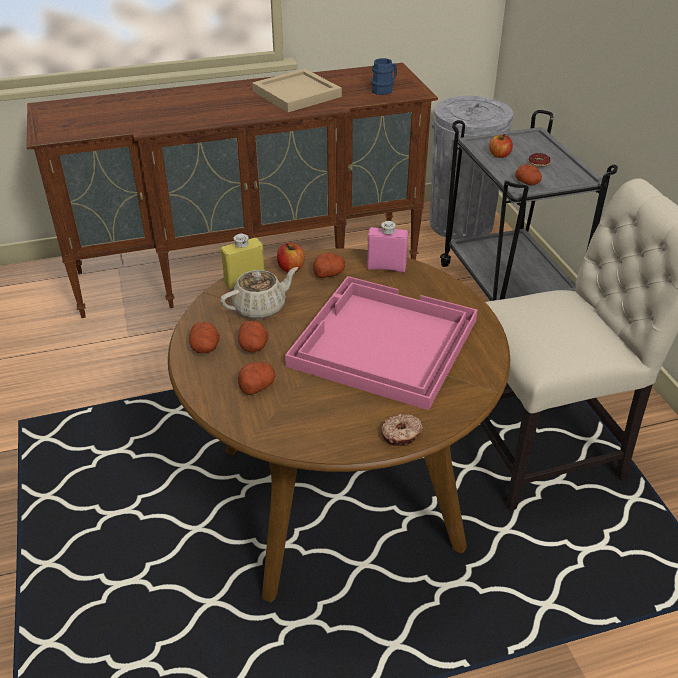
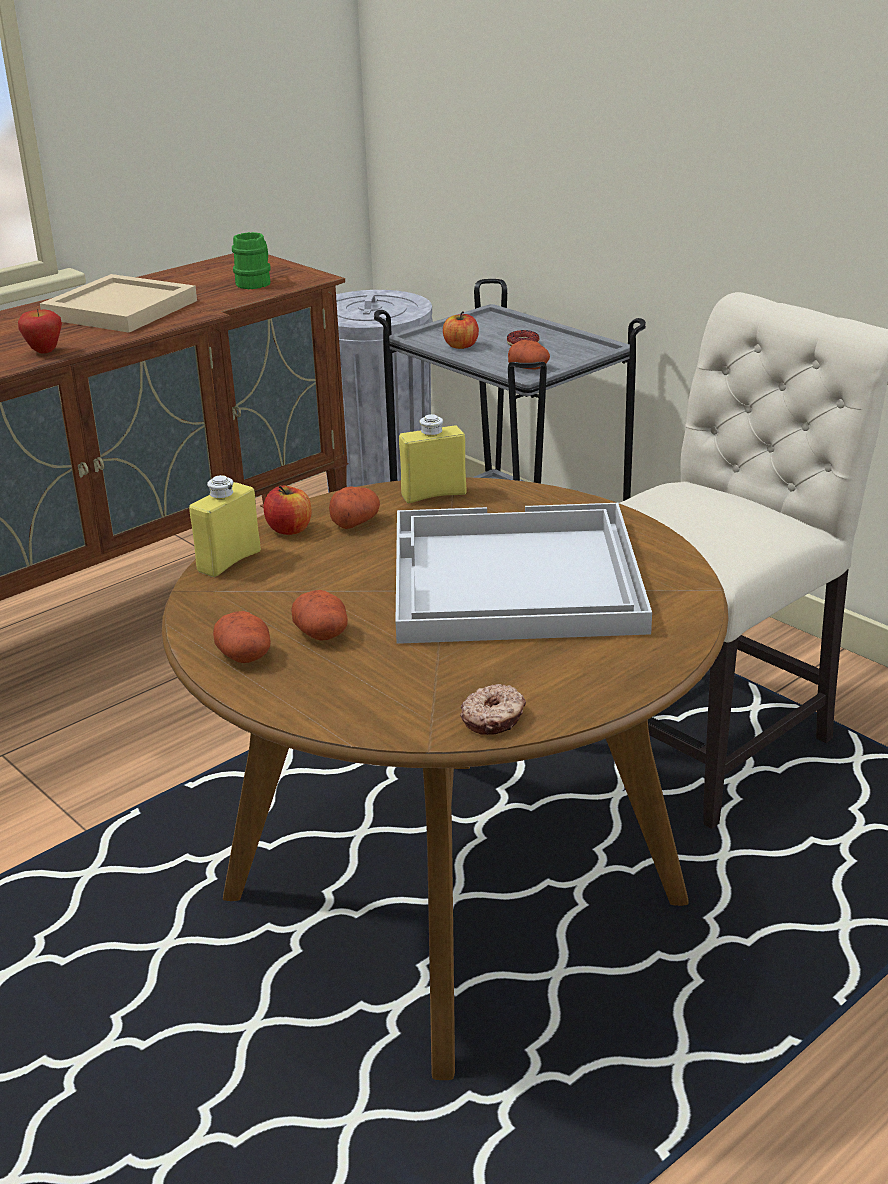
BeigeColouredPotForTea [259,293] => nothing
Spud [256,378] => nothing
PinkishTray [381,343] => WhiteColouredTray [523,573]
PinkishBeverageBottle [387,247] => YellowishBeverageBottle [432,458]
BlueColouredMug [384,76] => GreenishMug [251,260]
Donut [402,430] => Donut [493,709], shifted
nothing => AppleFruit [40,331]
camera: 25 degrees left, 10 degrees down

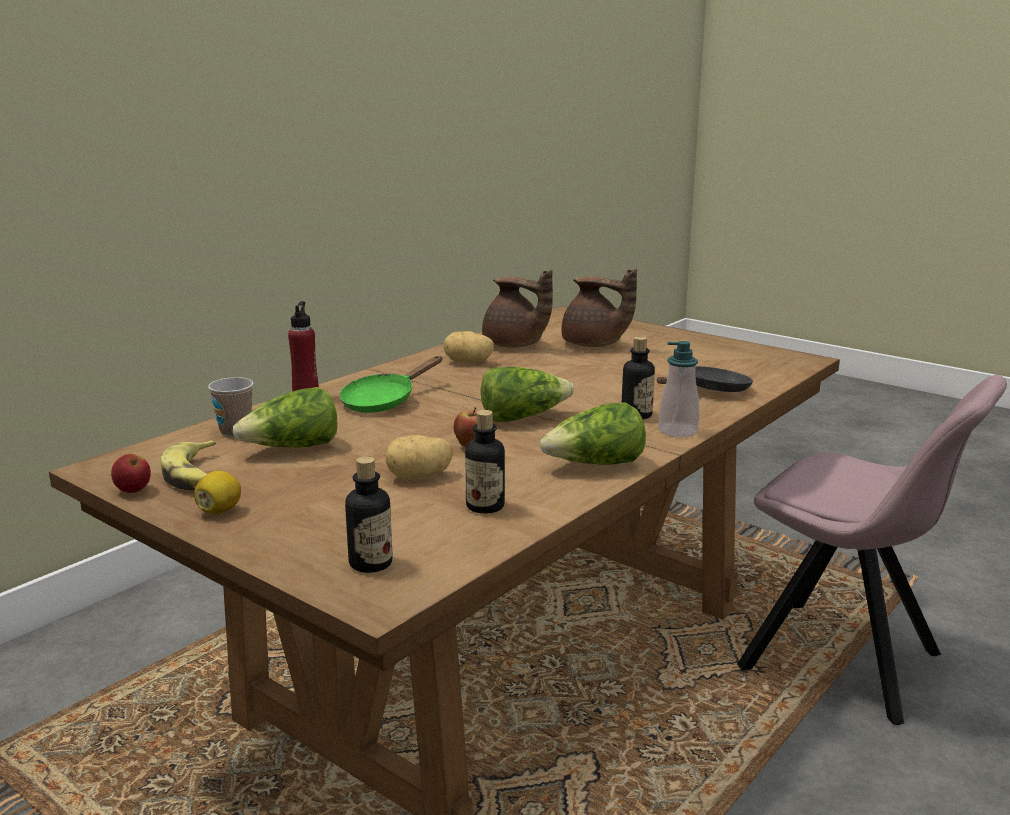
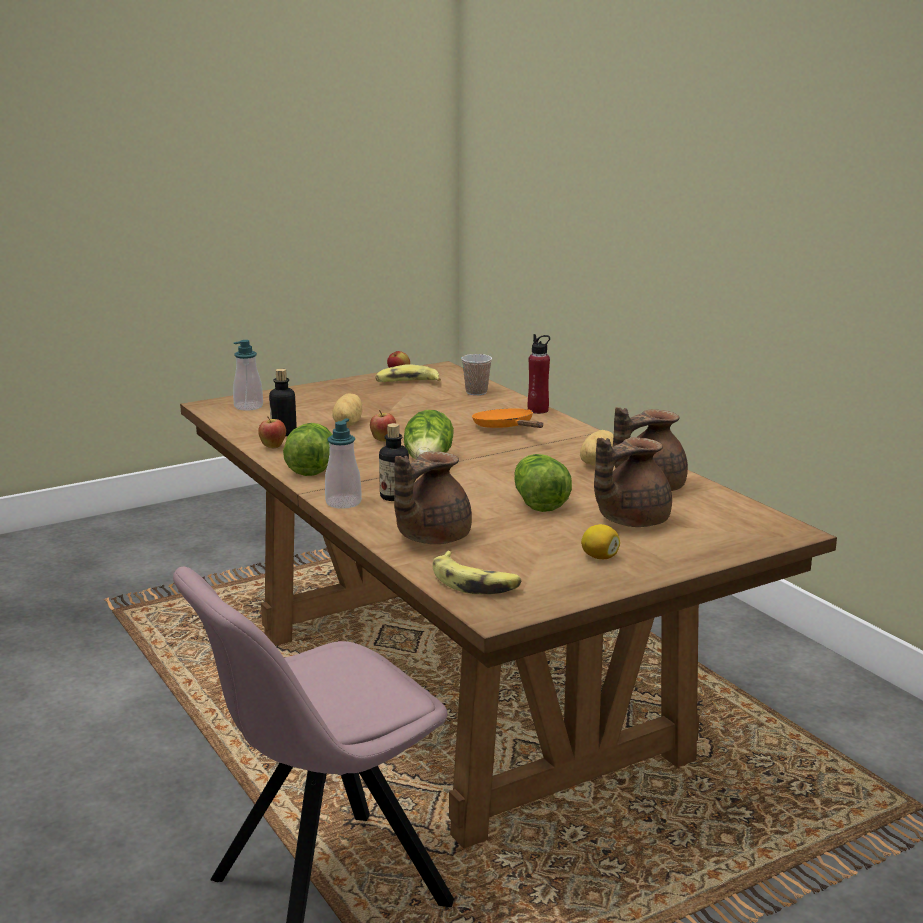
Lemon [217,492] => Lemon [600,541], shifted
Lettuce [285,417] => Lettuce [543,483], shifted
GreenishPan [391,384] => OrangeyPan [507,418]
BeverageBottle [368,514] => LiquidSoapBottle [248,375]
BlackPan [705,379] => BrownPotForTea [433,497]
nothing => AppleFruit [272,432]
nothing => WholeBanana [477,572]
camera: 110 degrees right, 0 degrees up

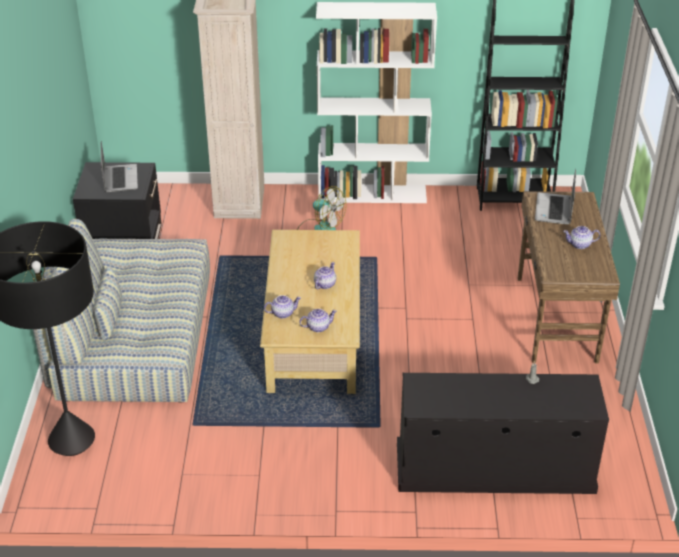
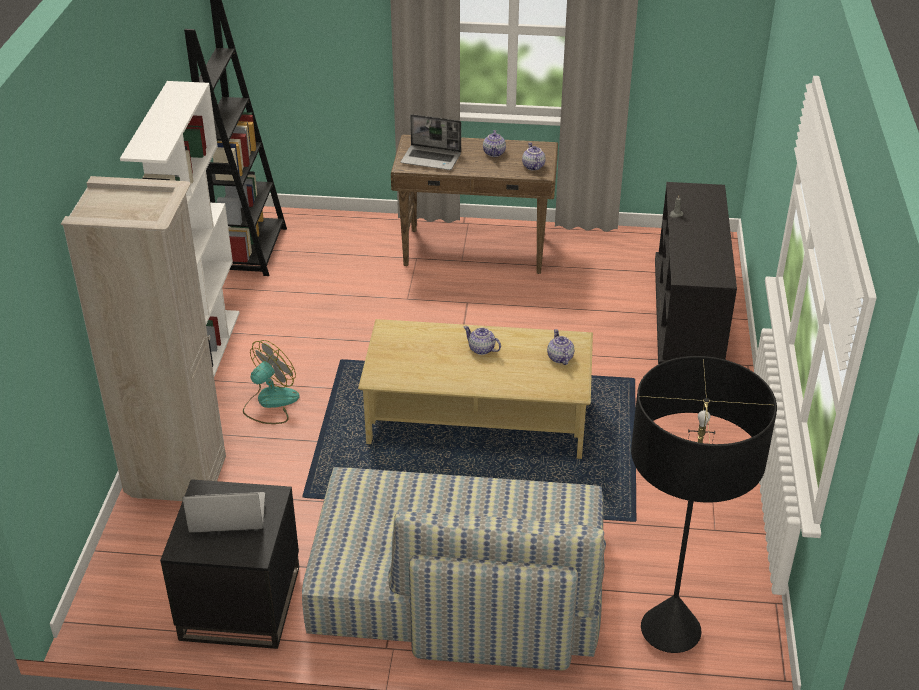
PotForTea [282,307] => PotForTea [534,157], shifted
camera: 85 degrees left, 0 degrees up

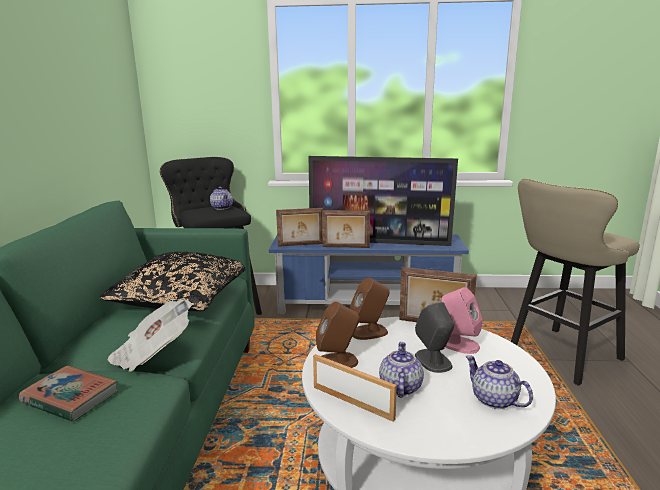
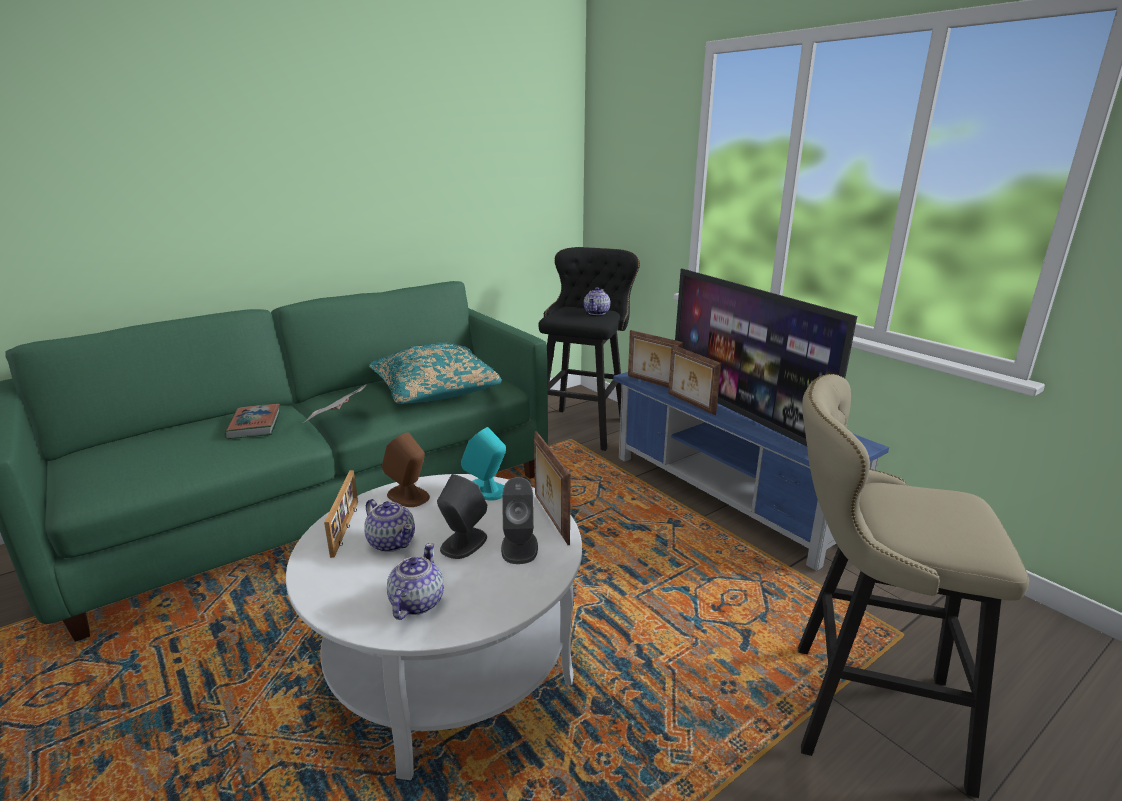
BlackCushion [172,281] => TurquoiseCushion [435,373]
BrownAudioSpeaker [370,309] => TurquoiseAudioSpeaker [483,464]
PotForTea [401,370] => PotForTea [389,525], 75 degrees clockwise
PinkishAudioSpeaker [461,320] => GreyishAudioSpeaker [519,520]
camera: 50 degrees right, 5 degrees up

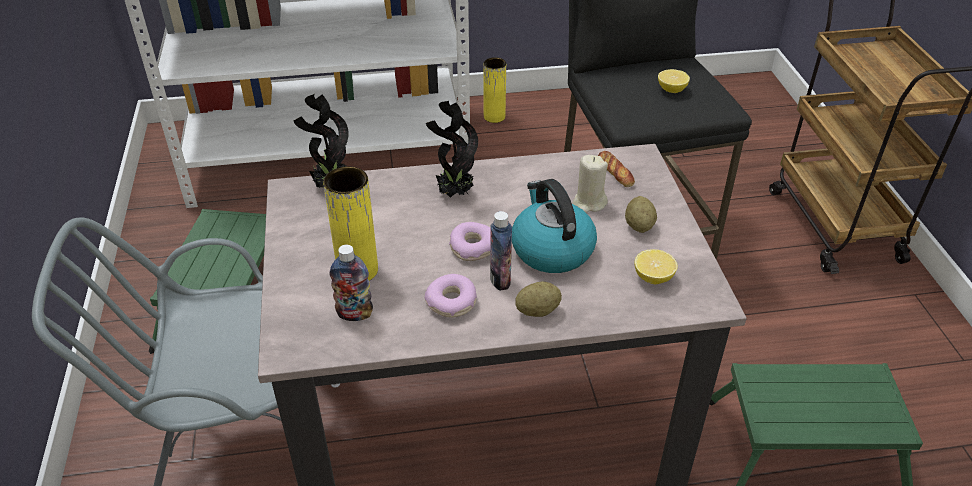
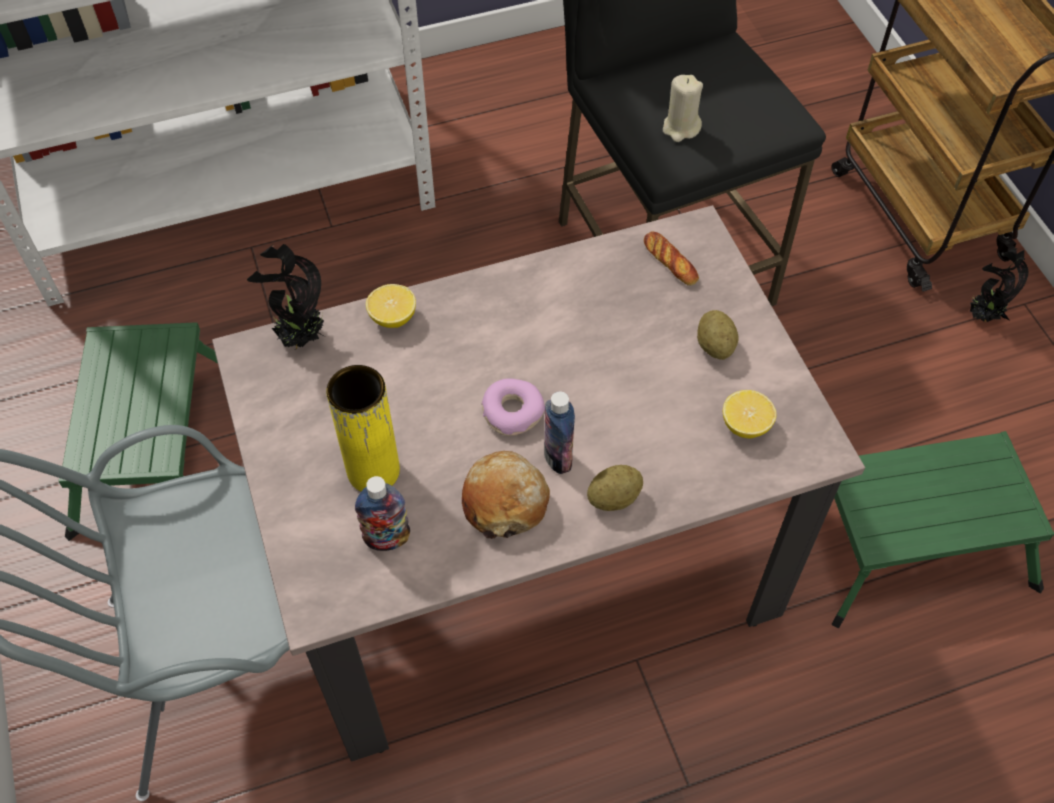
Donut [450,295] => BakedBread [506,495]
Houseplant [452,149] => Houseplant [999,285], shifted
YellowishDecorativeVase [494,90] => nothing
Kettle [554,226] => nothing
BeigeColouredWaxLight [590,184] => BeigeColouredWaxLight [683,108], shifted
Lemon [674,81] => Lemon [391,306], shifted
camera: 10 degrees left, 15 degrees up

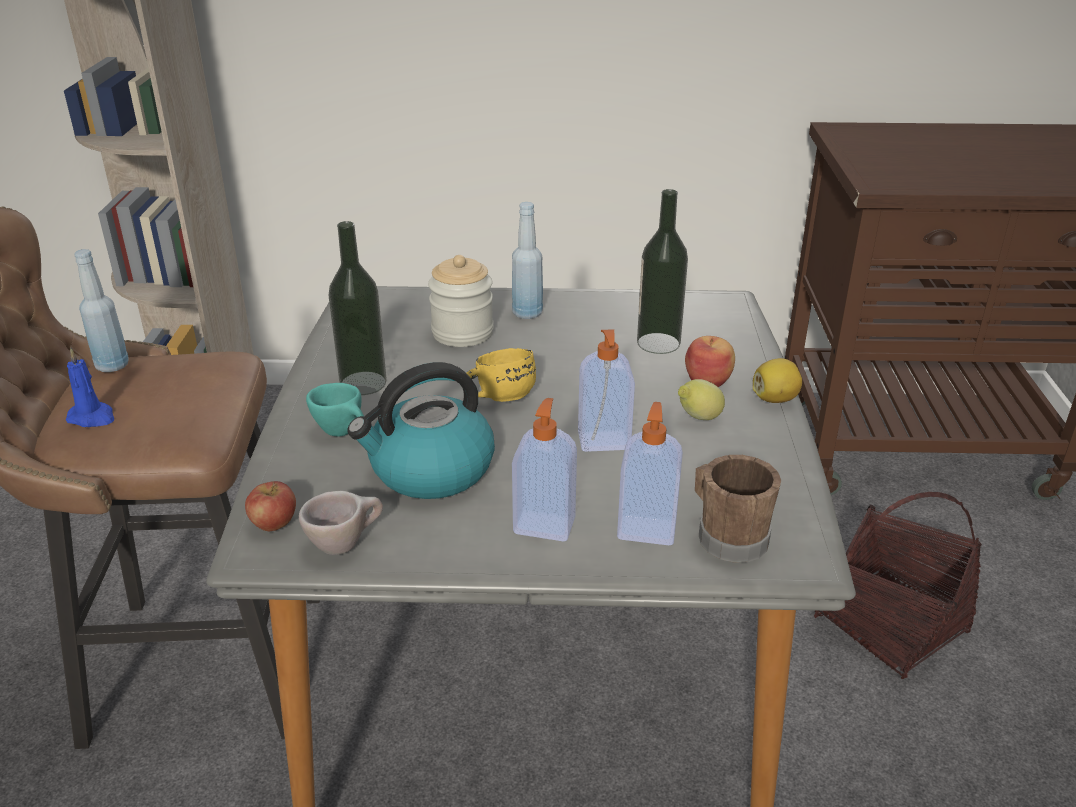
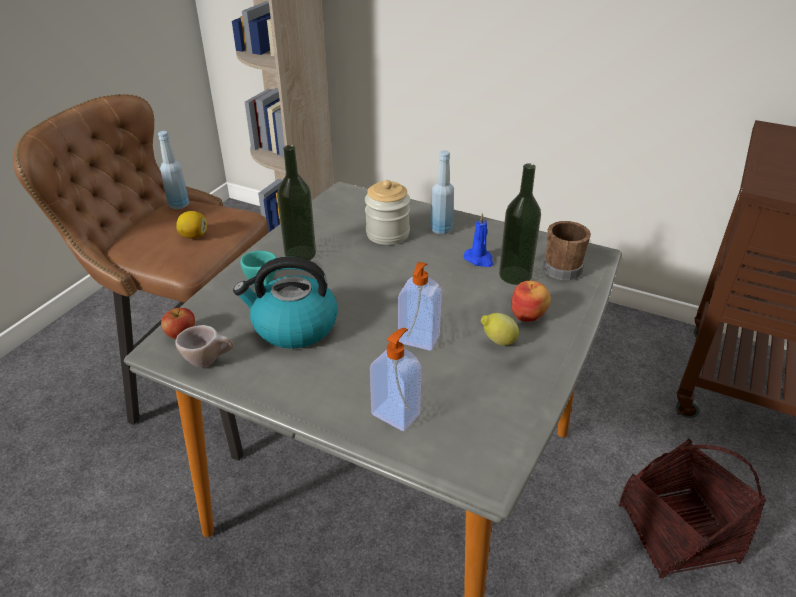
BlueColouredWaxLight [90,387] => BlueColouredWaxLight [478,240], shifted
YellowishMug [501,375] => nothing
LiquidSoapBottle [544,469] => nothing
BrownMug [738,508] => BrownMug [567,250], shifted
Lemon [777,380] => Lemon [191,225], shifted
camera: 25 degrees right, 5 degrees up

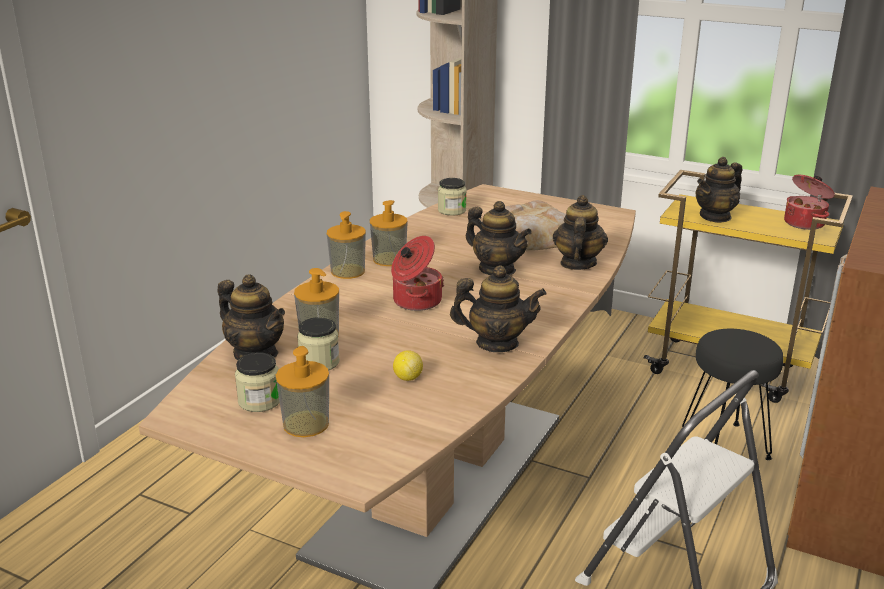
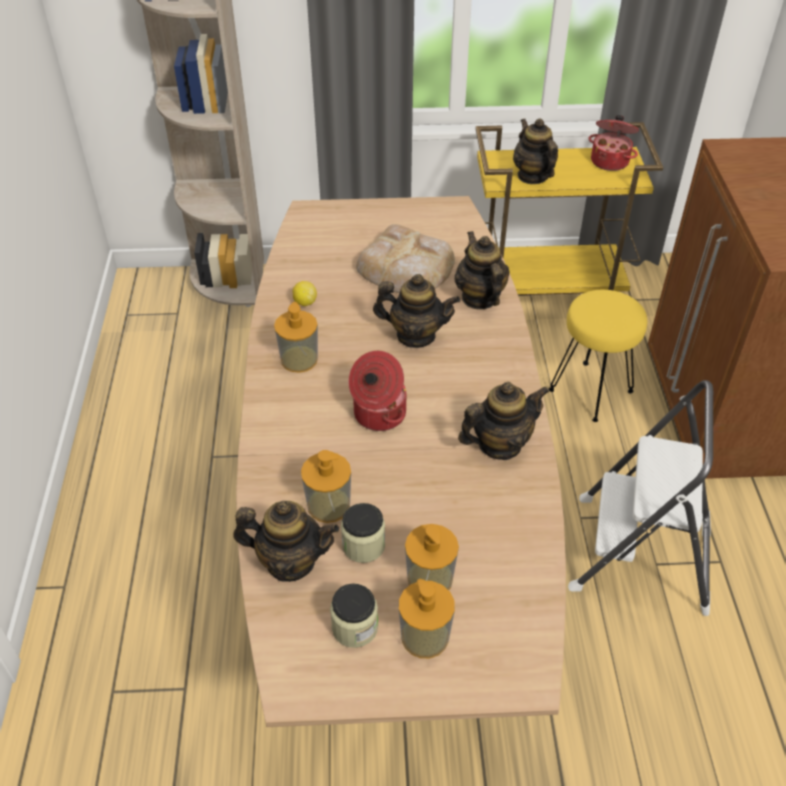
LiquidSoapBottle [346,245] => LiquidSoapBottle [432,557], shifted
Lemon [408,365] => Lemon [305,293], shifted
PreserveJar [452,197] => nothing
BlackStool [732,394] => YellowishStool [598,356]
PotForTea [719,190] => PotForTea [535,151], 135 degrees clockwise
camera: 30 degrees left, 20 degrees up

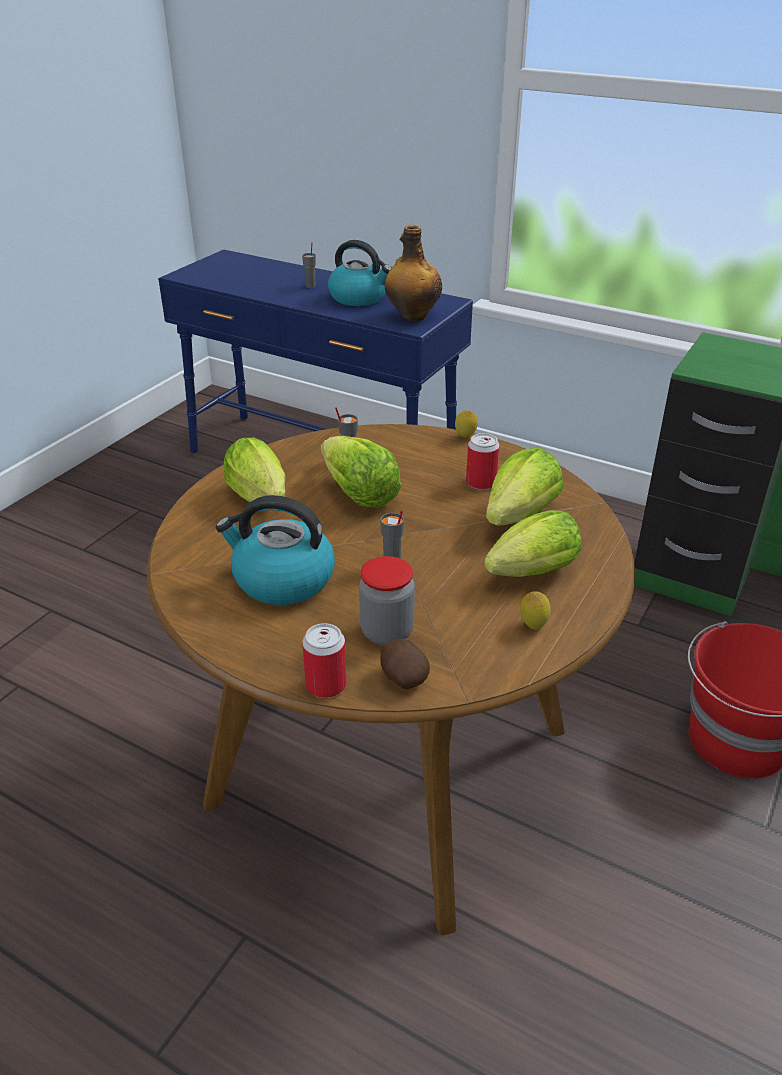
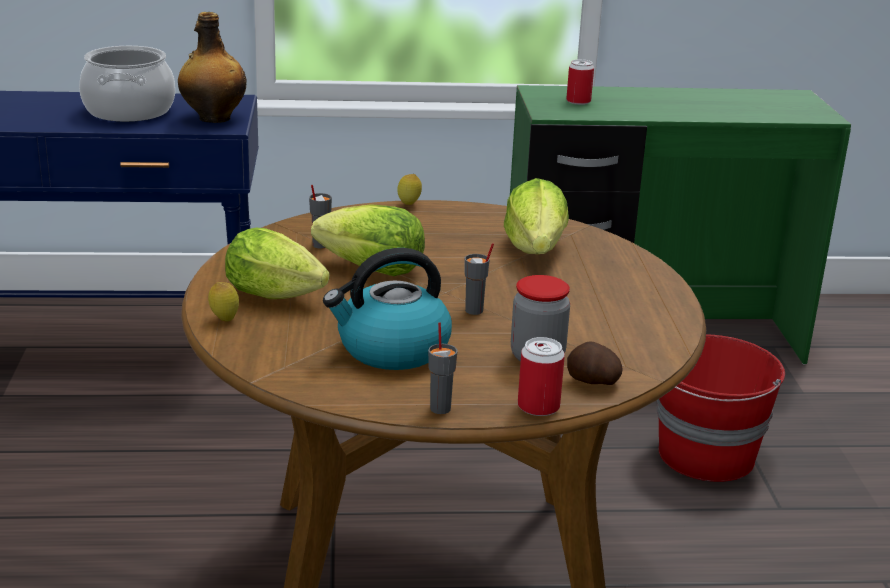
GreyishCup [309,265] => GreyishCup [443,368], shifted
Kettle [360,273] => Stockpot [127,84]
SealedCan [482,461] => SealedCan [580,82], shifted
Lettuce [533,543] => nothing
Lemon [535,610] => Lemon [223,301], shifted
camera: 35 degrees left, 10 degrees down

